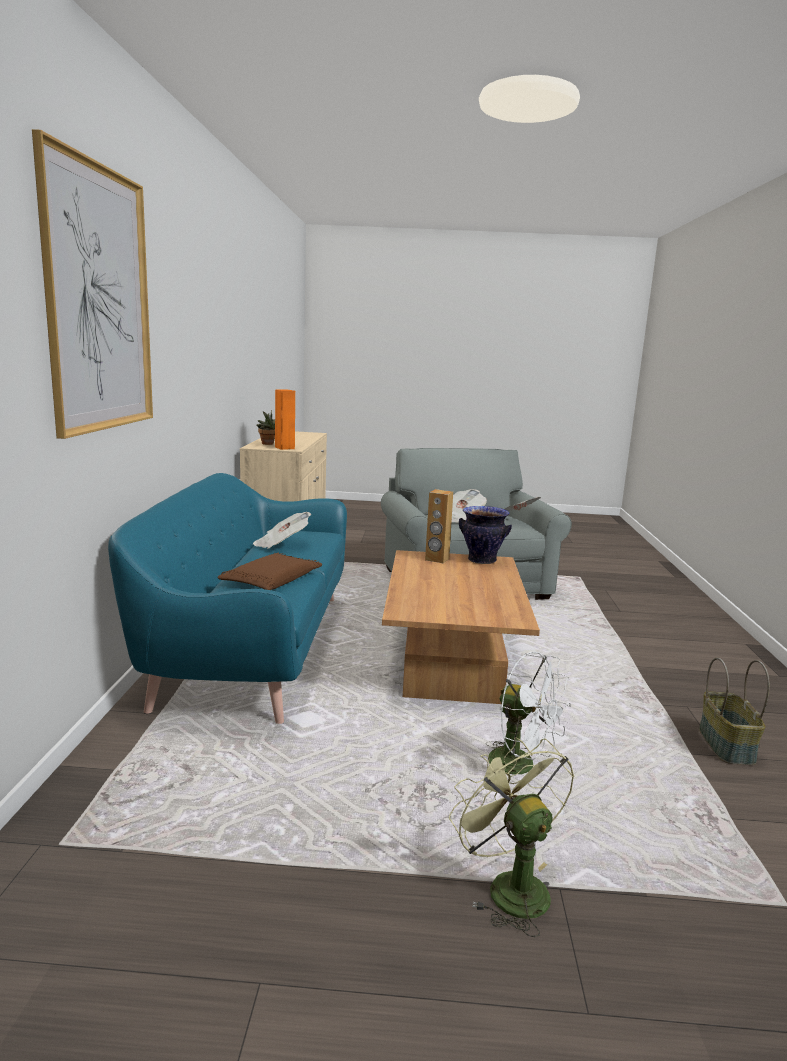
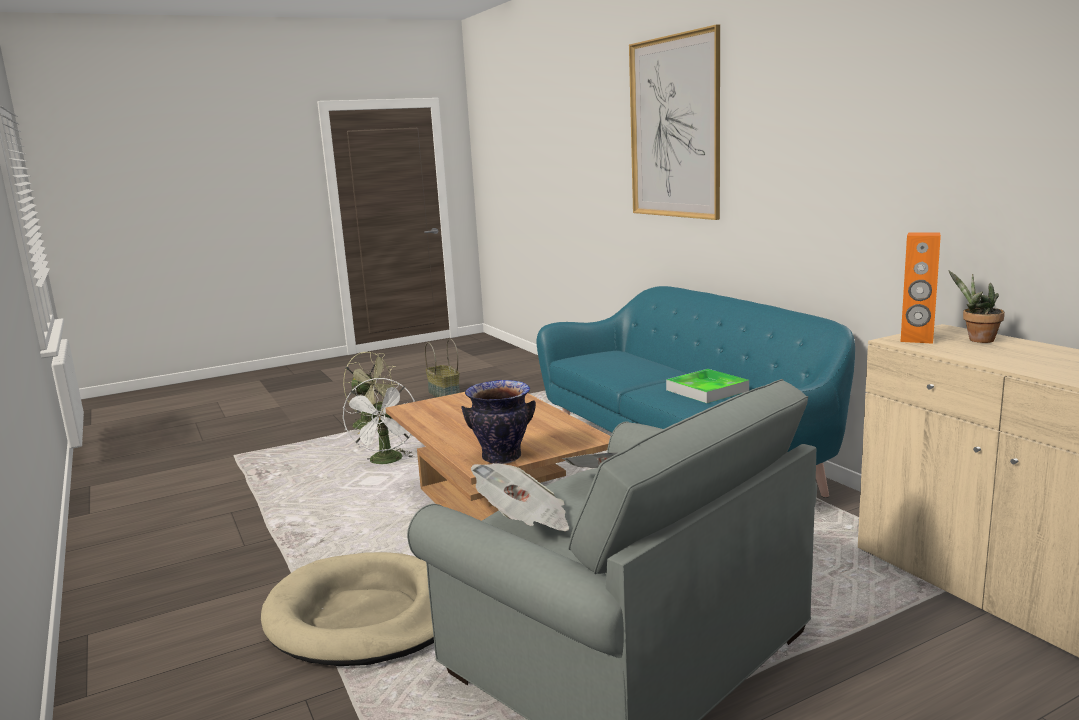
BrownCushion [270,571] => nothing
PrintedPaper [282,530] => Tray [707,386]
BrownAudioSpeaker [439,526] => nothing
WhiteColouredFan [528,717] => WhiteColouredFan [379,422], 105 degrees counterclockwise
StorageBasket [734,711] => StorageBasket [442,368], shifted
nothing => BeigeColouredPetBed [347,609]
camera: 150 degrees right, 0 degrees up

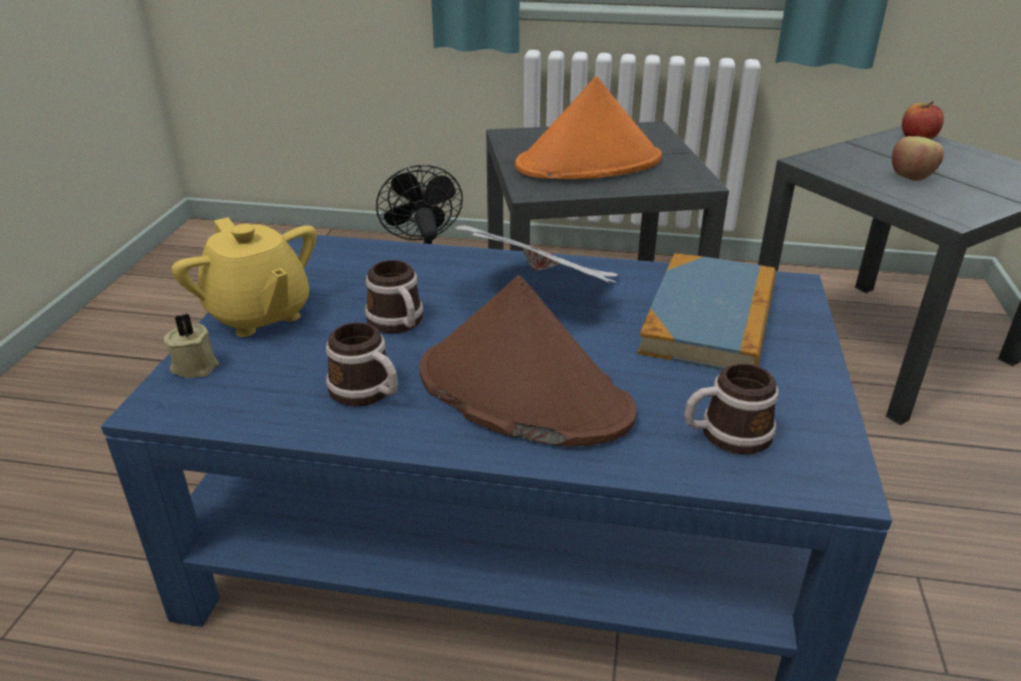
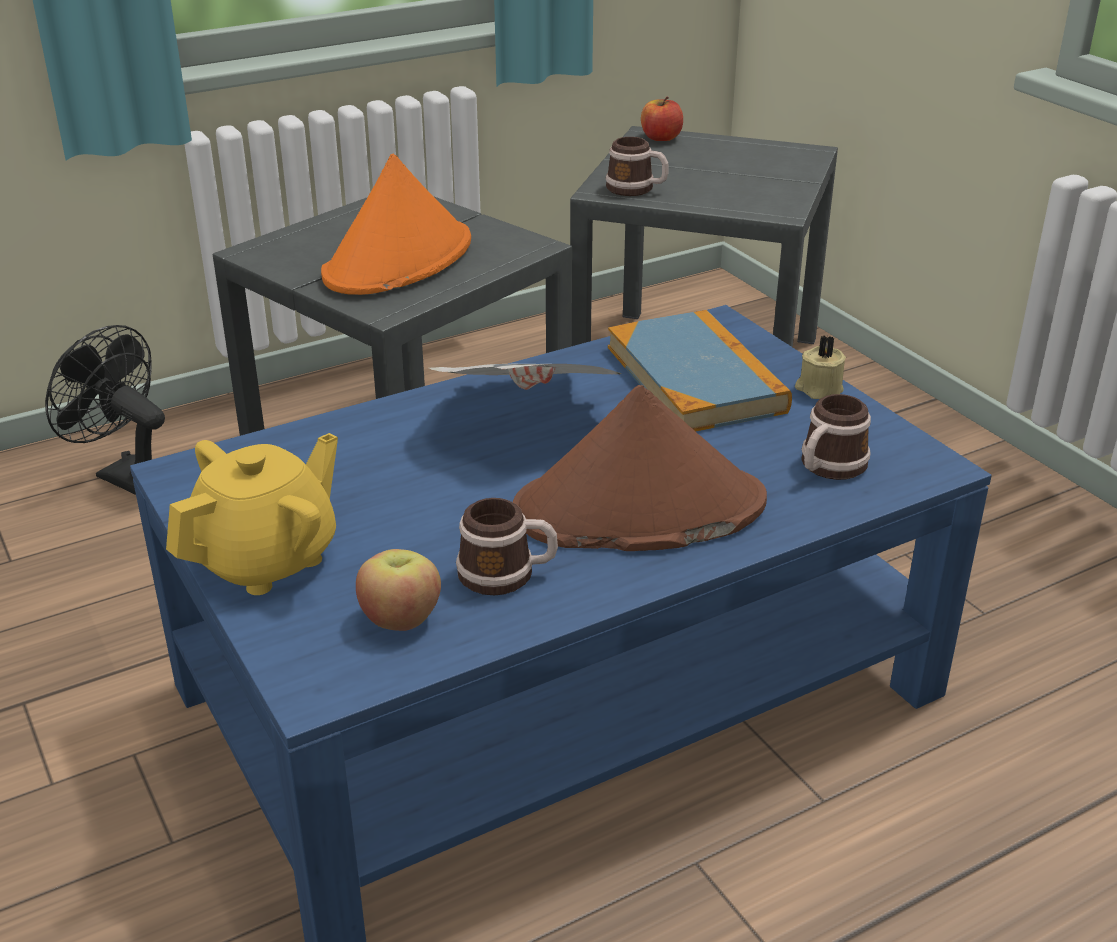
BeigeColouredWaxLight [191,345] => BeigeColouredWaxLight [820,367], shifted
YellowishPotForTea [244,277] => YellowishPotForTea [252,514], 60 degrees counterclockwise
Mug [394,296] => Mug [637,166], shifted
AppleFruit [918,158] => AppleFruit [398,590], shifted
camera: 40 degrees left, 0 degrees up

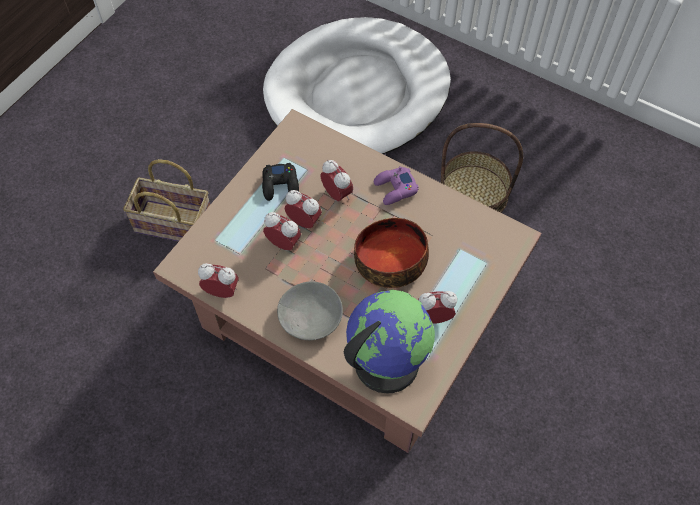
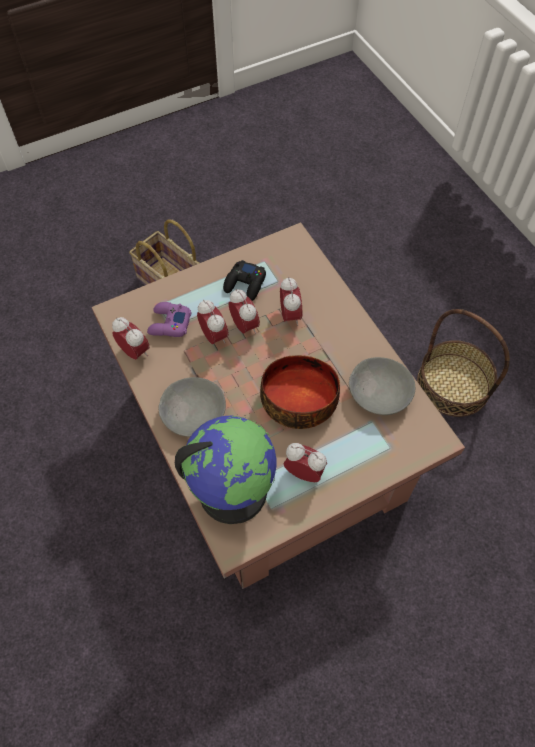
WhiteColouredPetBed [357,85] => nothing
PurpleColouredGamepad [396,185] => PurpleColouredGamepad [169,319], shifted
nothing => GreyishServingBowl [382,386]
camera: 30 degrees right, 0 degrees up

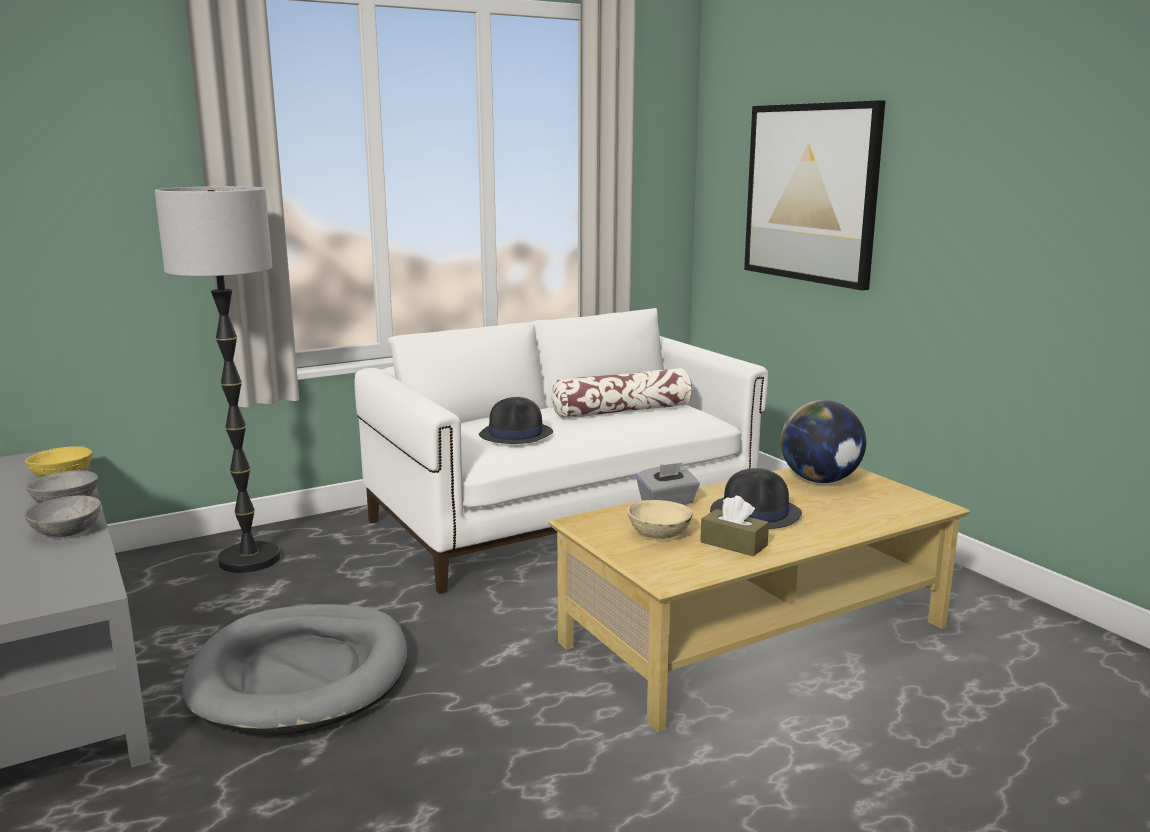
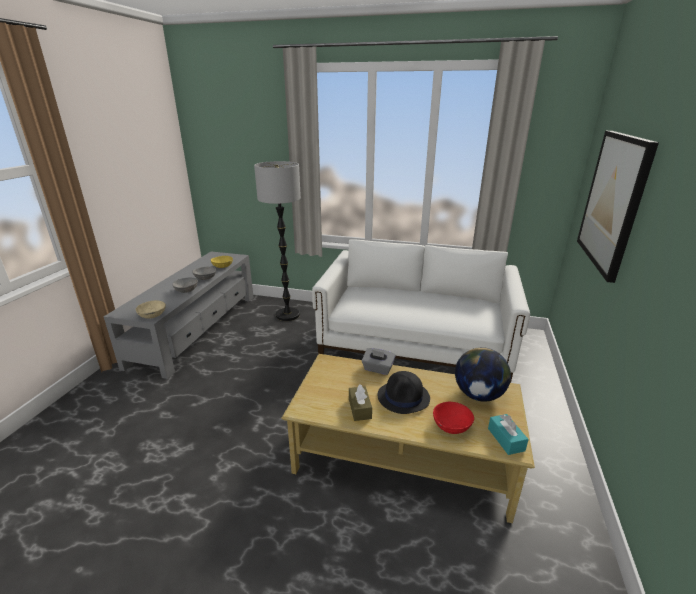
GreyishPetBed [294,670] => nothing
BlackClothingHat [516,420] => nothing
Cushion [622,393] => nothing
BeigeColouredServingBowl [659,519] => BeigeColouredServingBowl [151,309], shifted
nothing => RedColouredServingBowl [453,418]
nothing => TurquoiseTissueBox [508,434]
camera: 45 degrees right, 10 degrees up

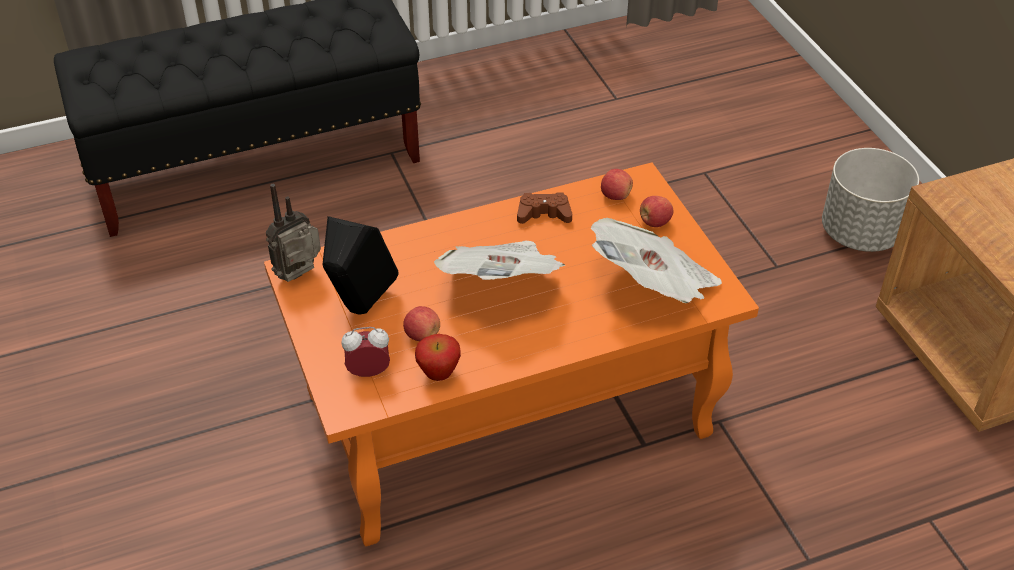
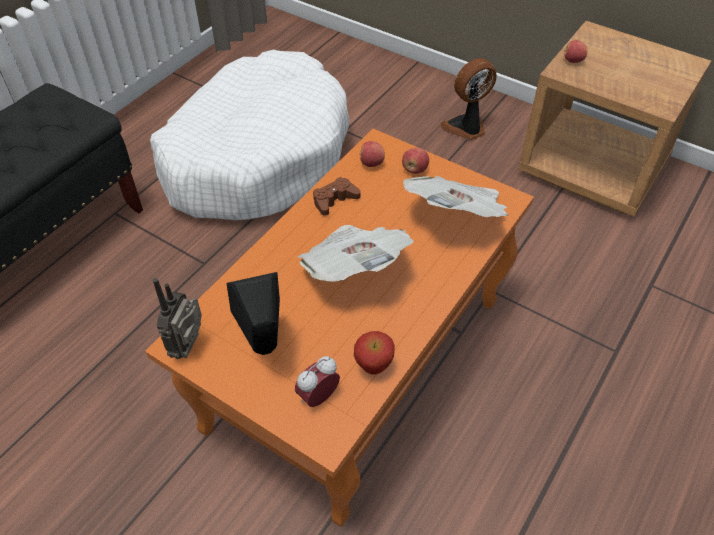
AppleFruit [421,323] => AppleFruit [576,51], shifted
GreyishPlantPot [870,200] => Fan [469,99]
nothing => WhiteColouredPetBed [250,135]
camera: 35 degrees left, 5 degrees up

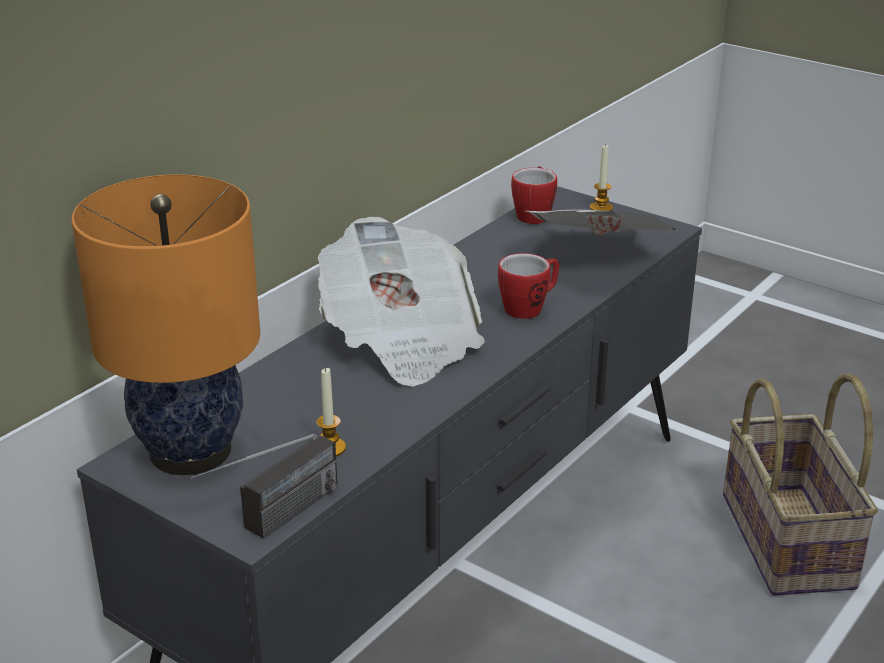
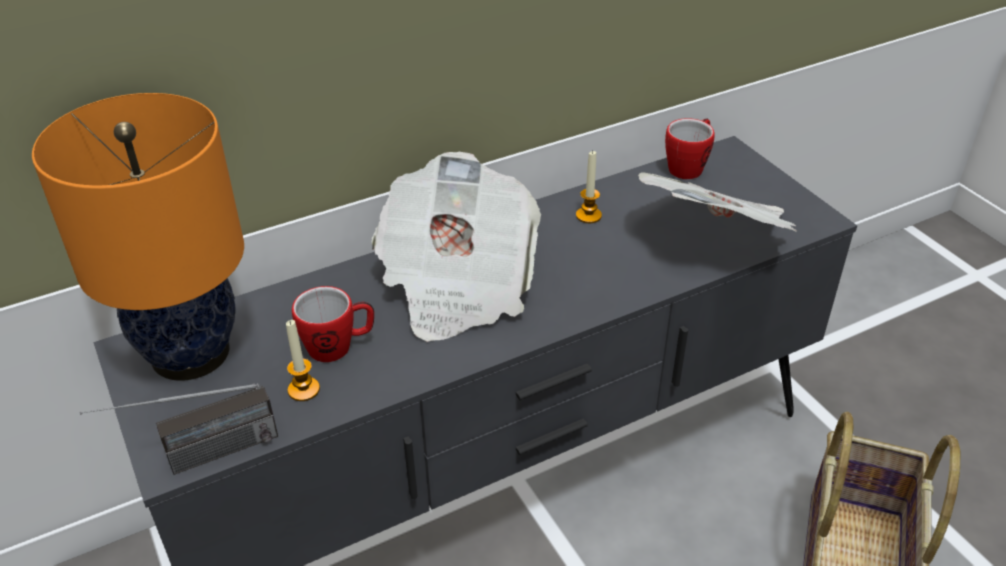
Mug [528,286] => Mug [333,324], shifted
WaxLight [601,177] => WaxLight [589,186], shifted
camera: 25 degrees right, 10 degrees up

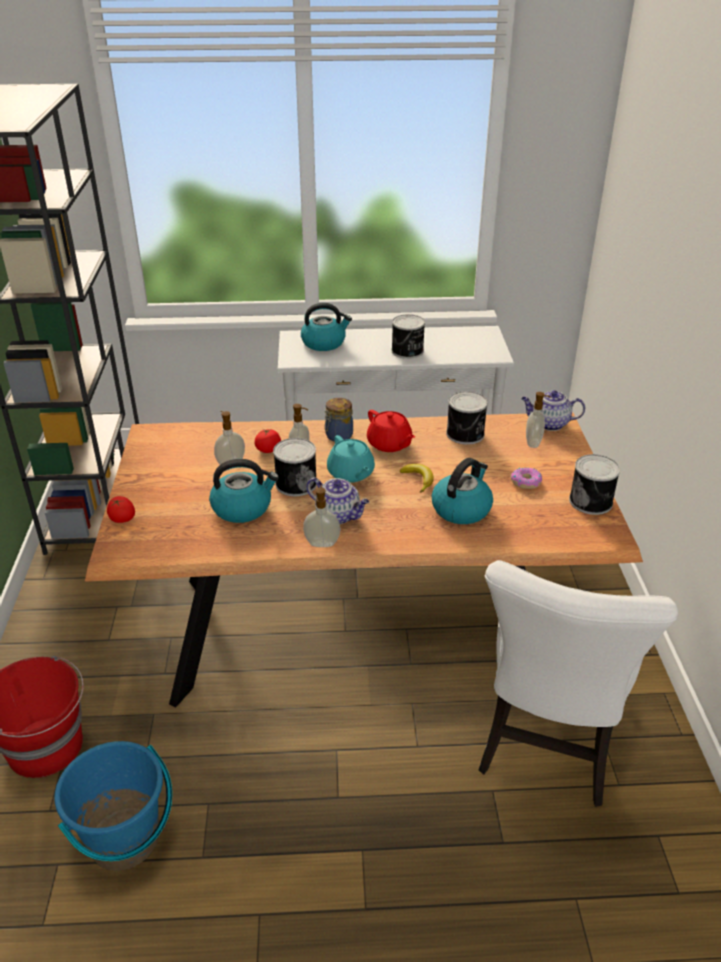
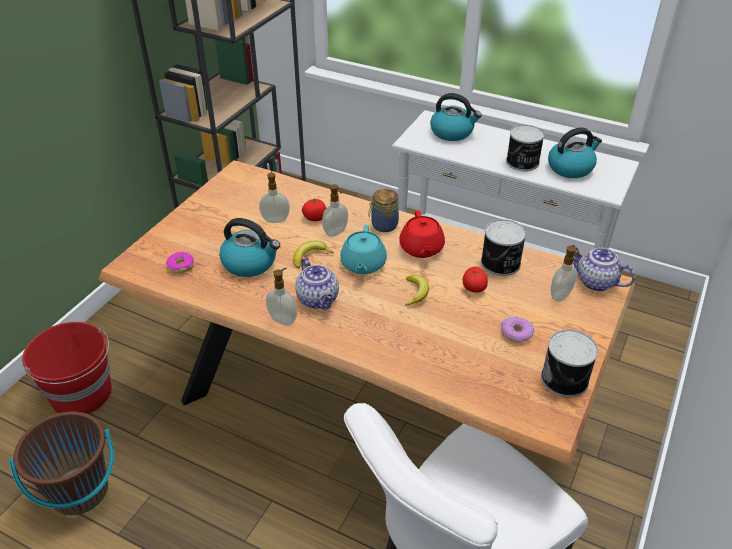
BlueColouredBucket [113,806] => BrownBucket [61,463]
Tomato [121,509] => Tomato [475,280], shifted
SealedCan [295,467] => WholeBanana [313,254]
Kettle [462,491] => Kettle [575,152], shifted
nothing => Donut [180,263]
camera: 30 degrees right, 5 degrees up

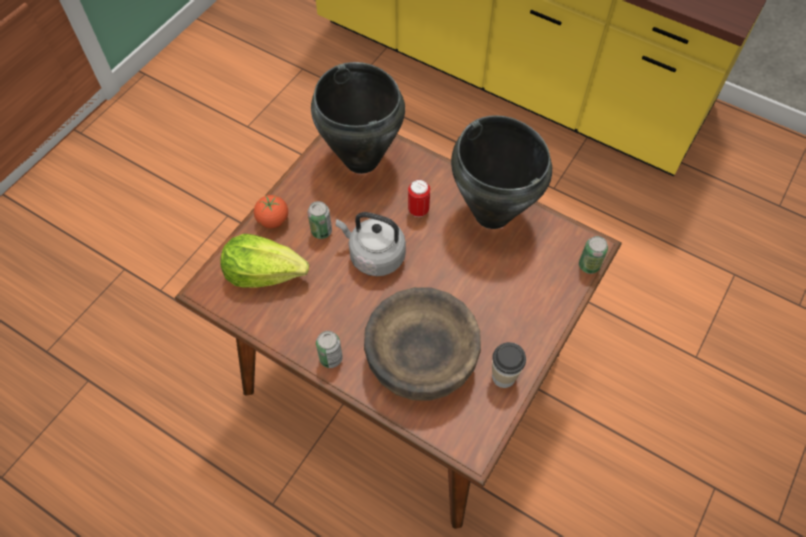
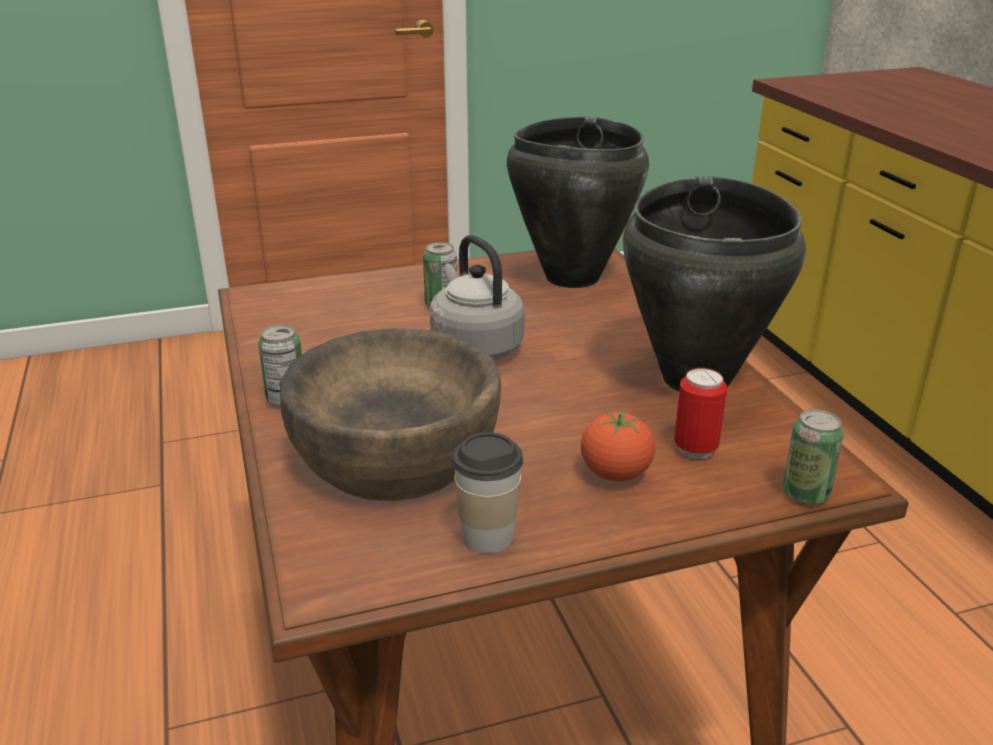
Lettuce [264,261] => nothing
Tomato [271,211] => Tomato [618,445], shifted
SealedCan [419,198] => SealedCan [700,413], shifted
camera: 40 degrees right, 30 degrees down

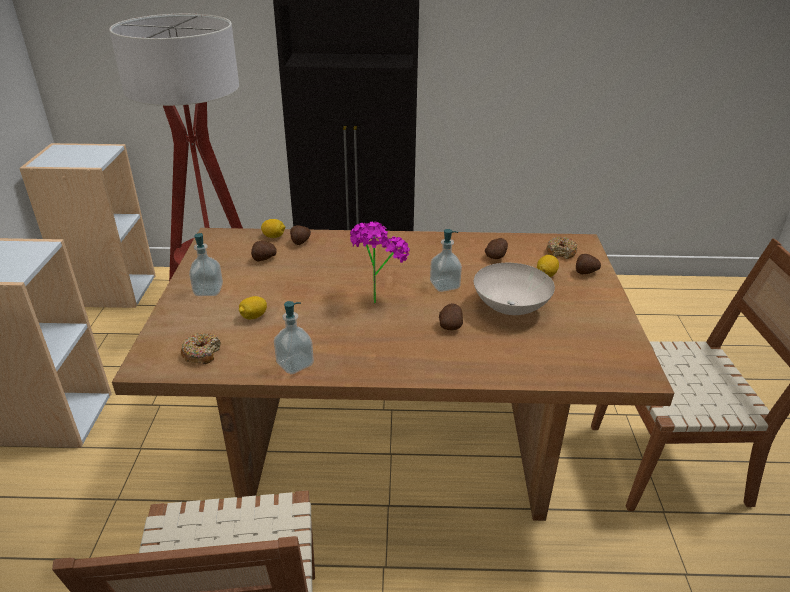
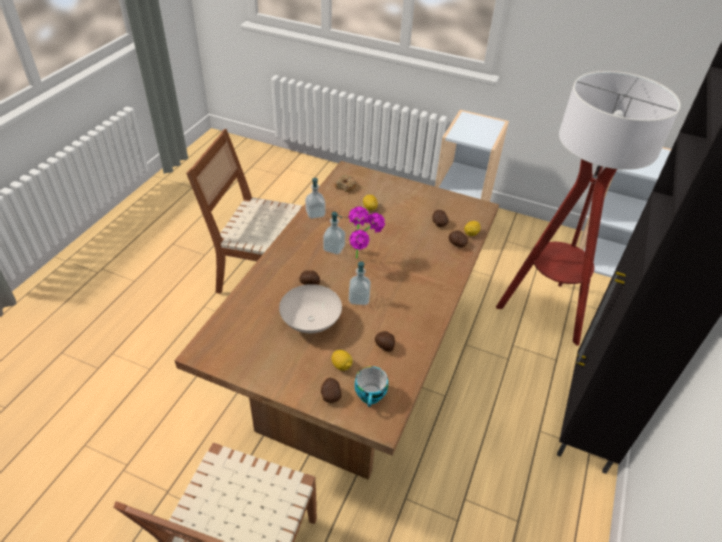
LiquidSoapBottle [206,264] => LiquidSoapBottle [334,233], shifted
Donut [561,247] => Cup [371,386]
camera: 110 degrees right, 10 degrees up

